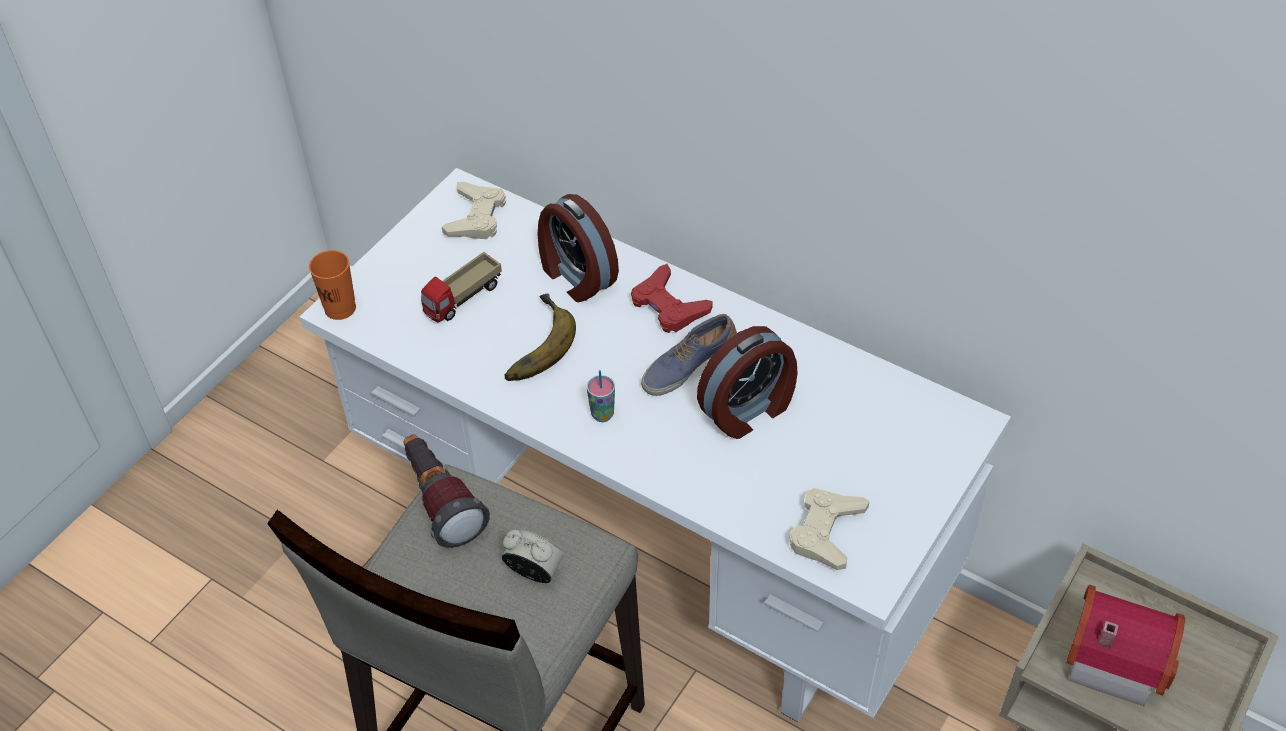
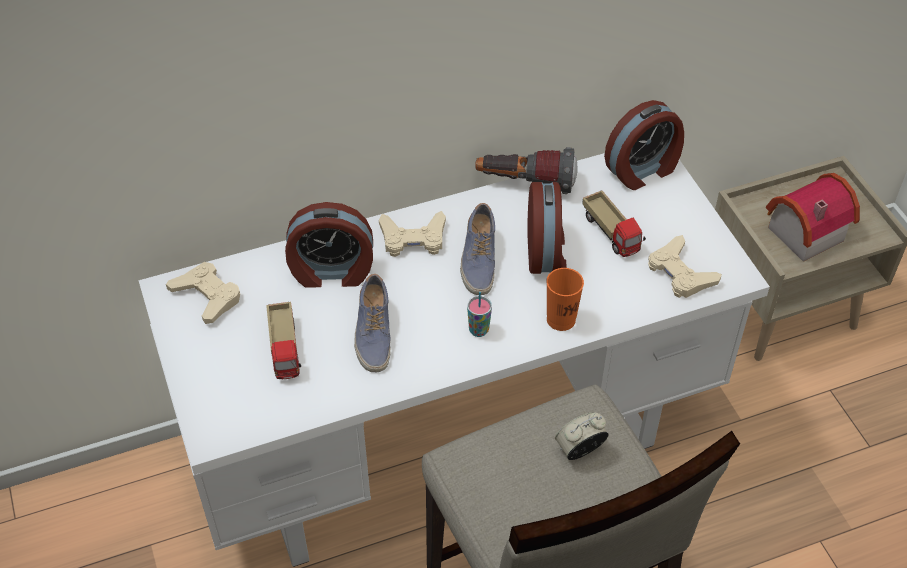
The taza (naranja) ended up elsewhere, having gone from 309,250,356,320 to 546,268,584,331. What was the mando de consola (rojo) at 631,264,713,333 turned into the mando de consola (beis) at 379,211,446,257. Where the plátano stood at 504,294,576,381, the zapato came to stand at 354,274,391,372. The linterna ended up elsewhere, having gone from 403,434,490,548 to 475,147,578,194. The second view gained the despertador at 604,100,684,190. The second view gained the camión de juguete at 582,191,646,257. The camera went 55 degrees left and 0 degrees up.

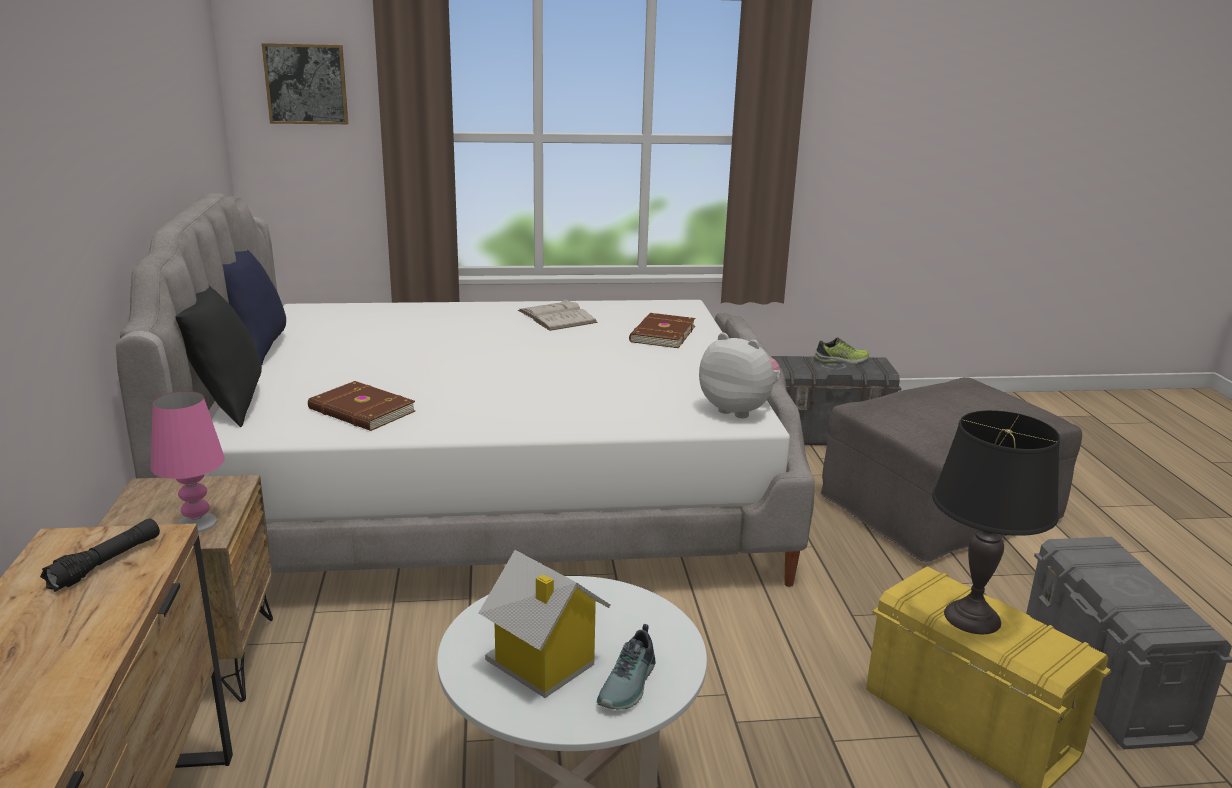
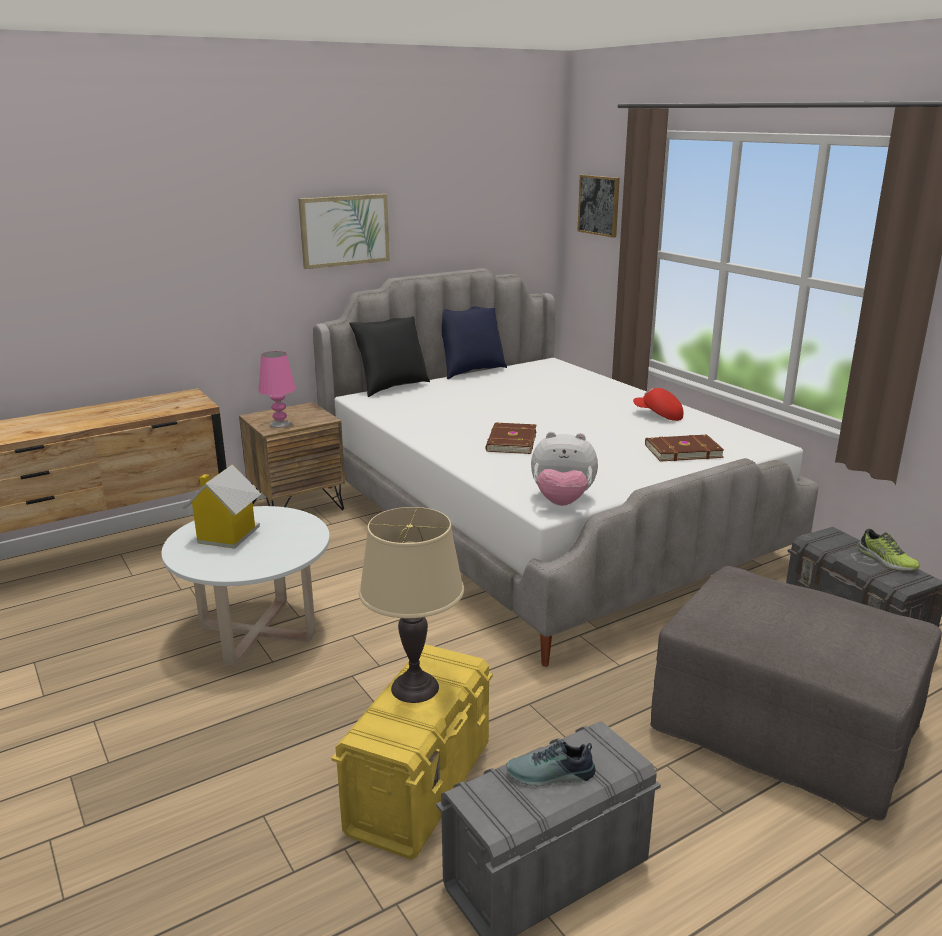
Where the libro (blanco) stood at 518,298,598,331, the gorra (rojo) came to stand at 633,388,684,421. The peluche at 699,333,781,418 ended up facing another way, 90 degrees clockwise from before. The libro (marrón) ended up elsewhere, having gone from 308,381,415,431 to 486,423,537,454. What was the lámpara de mesa (negro) at 932,410,1060,634 turned into the lámpara de mesa (beis) at 359,507,464,703. The second view lost the linterna (negro) at 40,518,160,592. The zapato ended up elsewhere, having gone from 597,624,655,709 to 506,740,596,786. The second view gained the cuadro at 298,194,390,269. The camera went 65 degrees right and 0 degrees up.

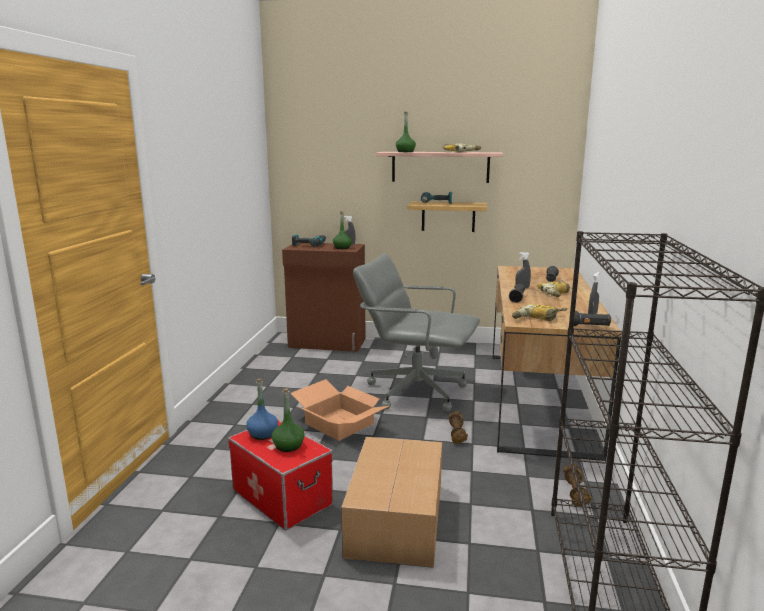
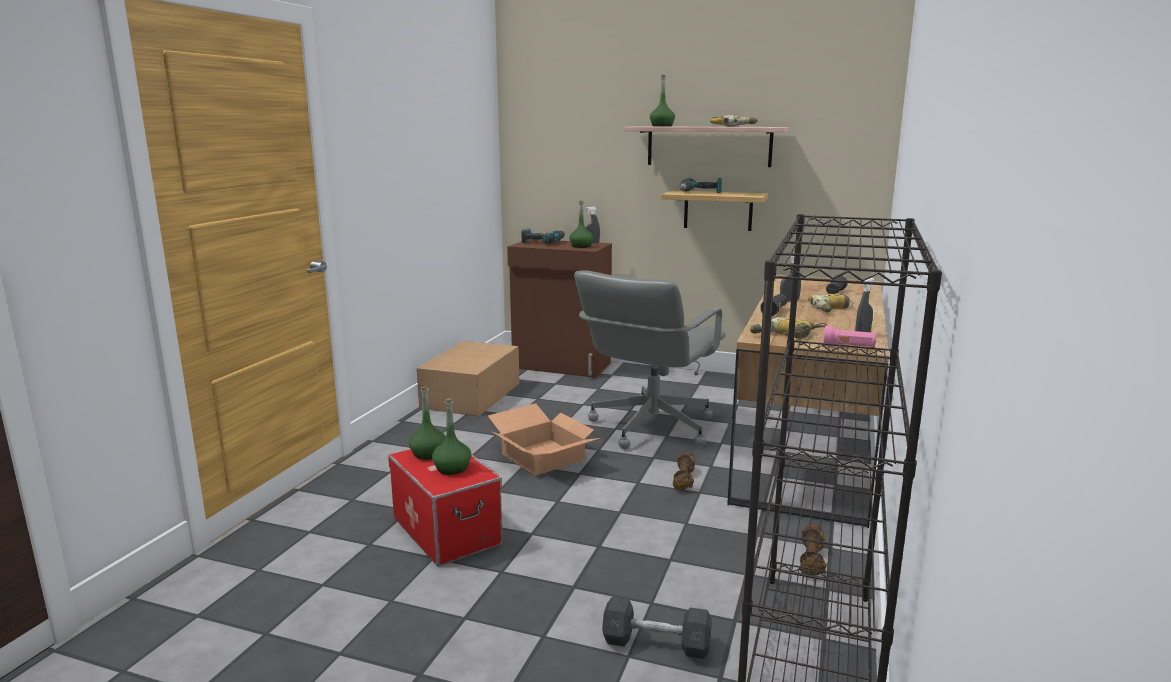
The silla de oficina (gris) at 353,254,480,412 ended up facing another way, 90 degrees counterclockwise from before. What was the linterna (negro) at 574,311,611,326 turned into the linterna (rosa) at 823,325,876,348. What was the botella (azul) at 246,379,278,440 turned into the botella (verde) at 409,387,446,460. The caja de cartón ended up elsewhere, having gone from 341,437,442,568 to 417,341,519,416. The second view gained the mancuerna (gris) at 602,596,712,659. The camera went 10 degrees right and 0 degrees up.

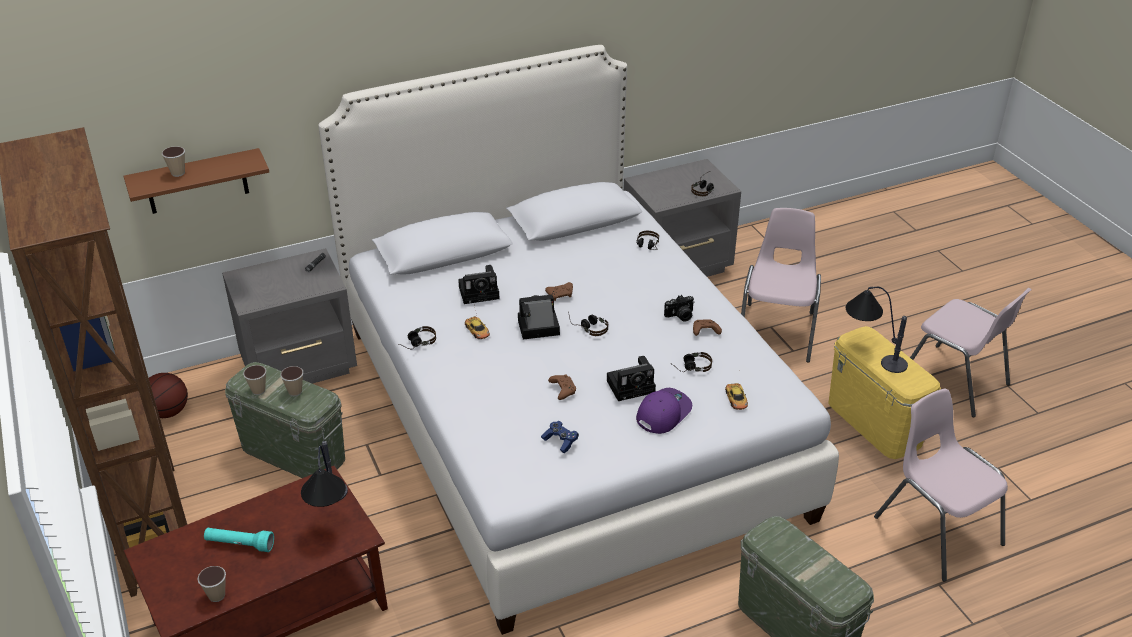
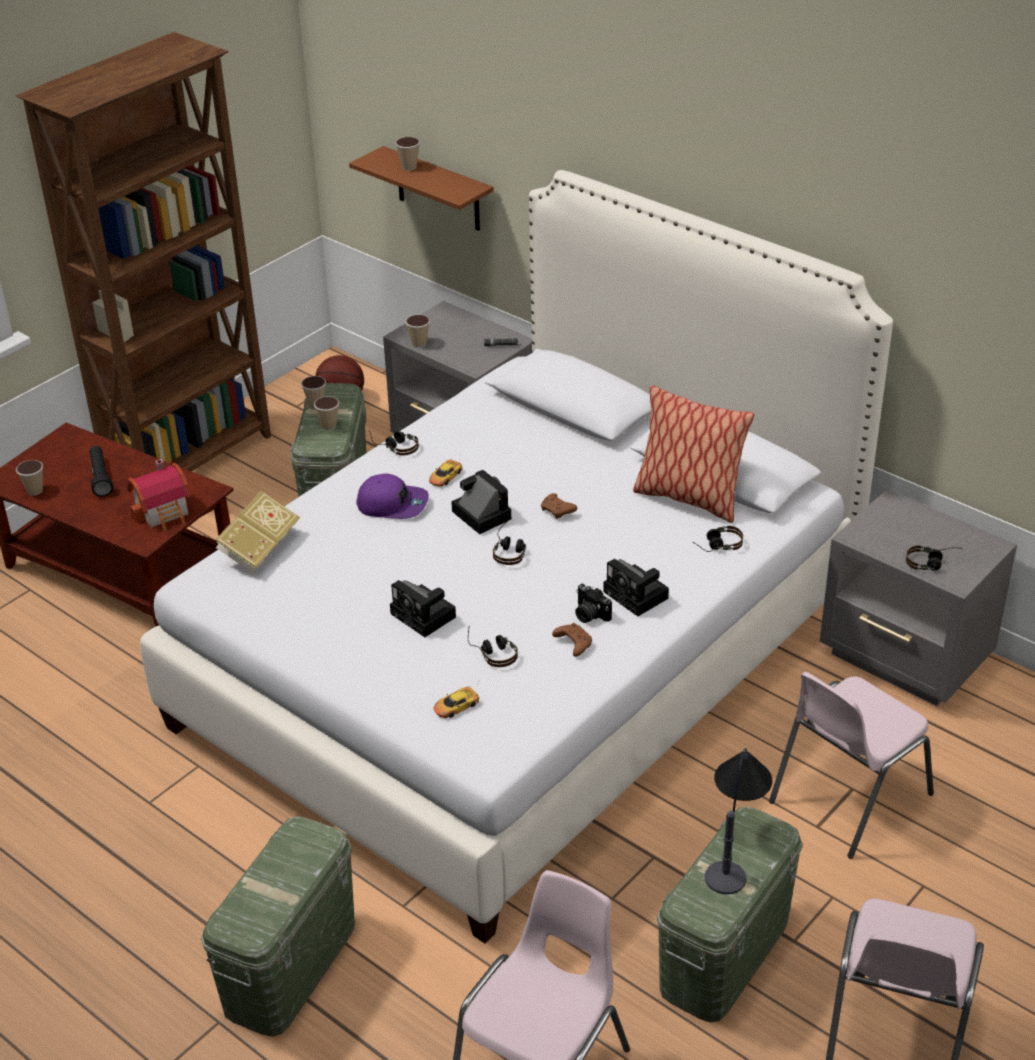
The silla (rosa) at 741,208,821,362 ended up facing another way, 150 degrees clockwise from before. The cámara ended up elsewhere, having gone from 458,265,500,304 to 603,559,669,617. What was the caja de almacenaje (amarillo) at 828,326,941,459 turned into the caja de almacenaje (verde) at 657,807,803,1023. The second view lost the mando de consola (marrón) at 548,374,576,400. The gorra (morado) ended up elsewhere, having gone from 636,388,692,434 to 356,473,429,519. The second view lost the mando de consola (azul) at 541,421,579,453. Where the lámpara de mesa stood at 301,441,348,507, the casita came to stand at 126,459,191,531. What was the linterna (turquesa) at 204,528,274,552 turned into the linterna (negro) at 89,446,113,497. The second view gained the taza at 405,315,430,348. The second view gained the cojín at 633,385,754,523. The second view gained the libro at 215,491,300,573. The camera went 65 degrees right and 0 degrees up.

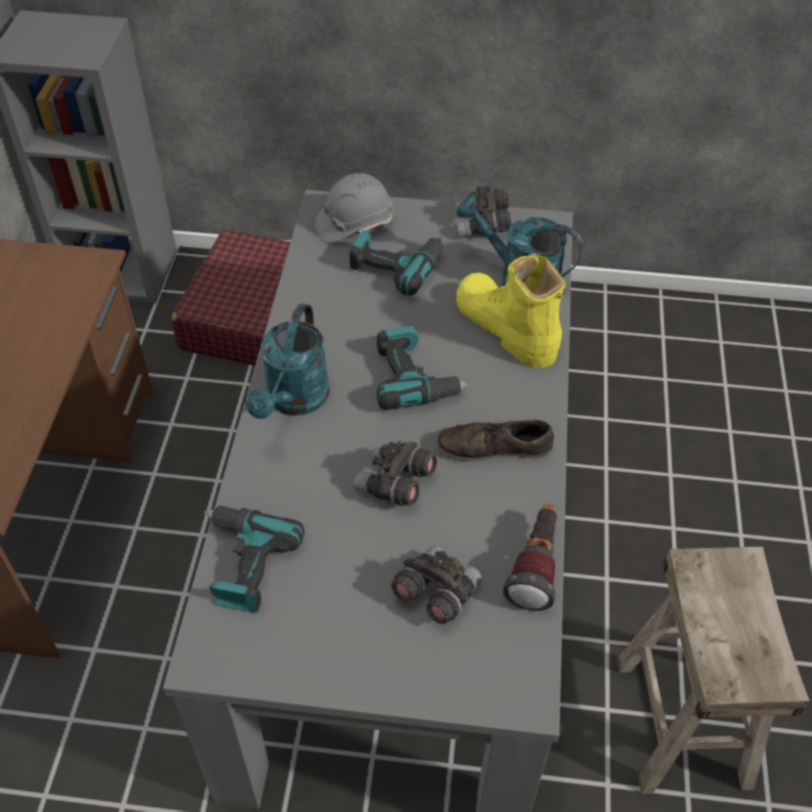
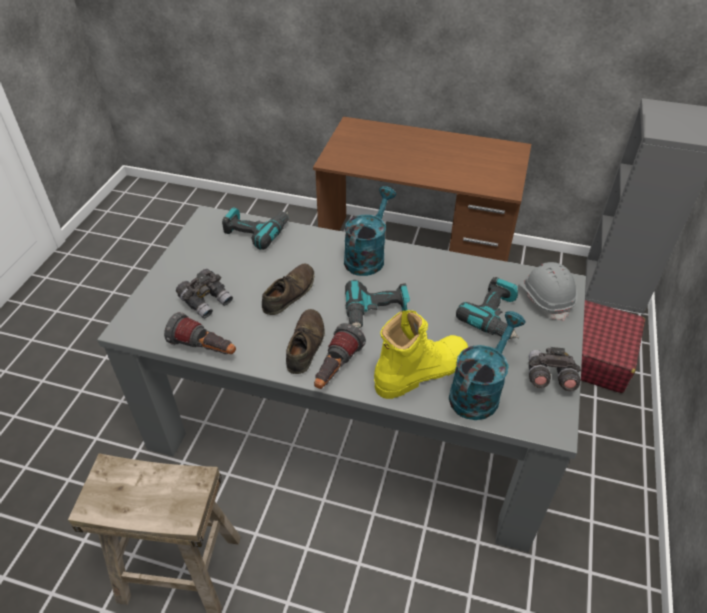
The regadera (turquesa) at 245,303,330,419 ended up facing another way, 90 degrees clockwise from before. Where the prismáticos (gris) stood at 354,441,437,506, the zapato (marrón) came to stand at 262,264,314,315. The second view gained the linterna at 314,323,366,389. The camera went 100 degrees right and 5 degrees down.

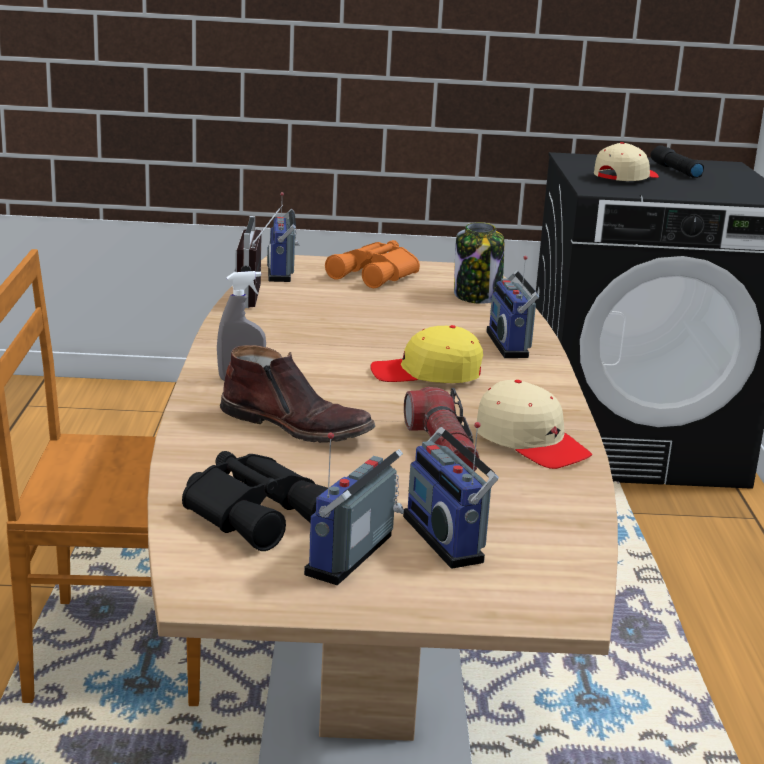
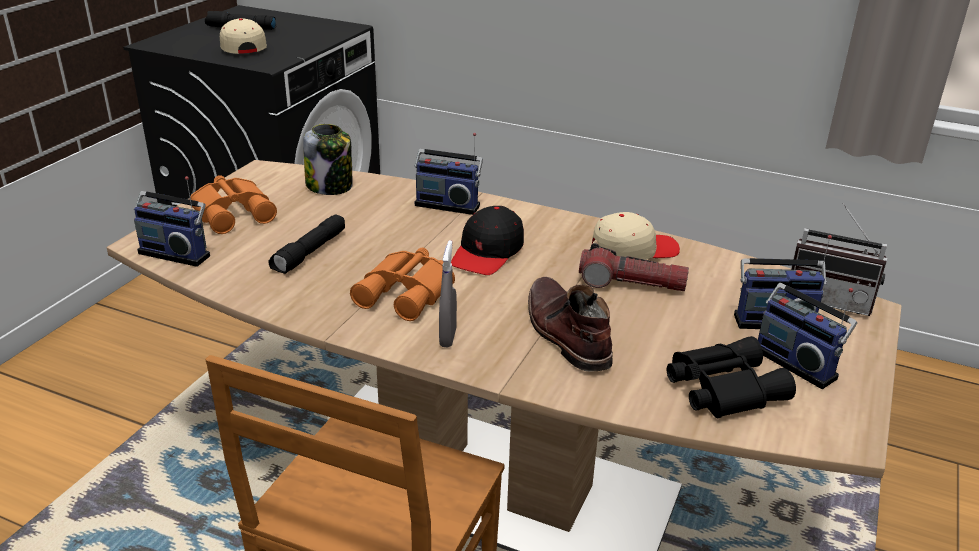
The radio ended up elsewhere, having gone from 234,205,283,308 to 791,203,887,316. What was the gorra (amarillo) at 370,325,483,383 turned into the gorra (negro) at 451,206,524,275. The bota (marrón) at 220,345,375,443 ended up facing another way, 75 degrees counterclockwise from before. The second view gained the linterna (negro) at 268,215,345,274. The second view gained the prismáticos (naranja) at 350,248,455,321. The camera went 65 degrees left and 10 degrees up.

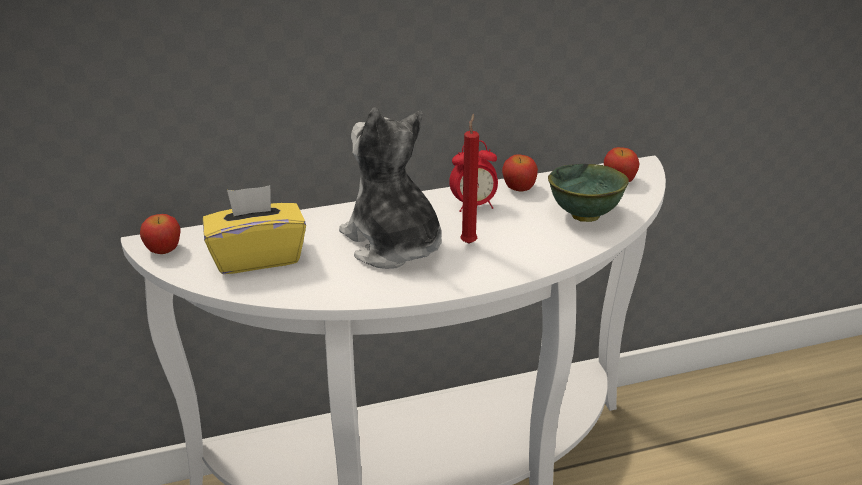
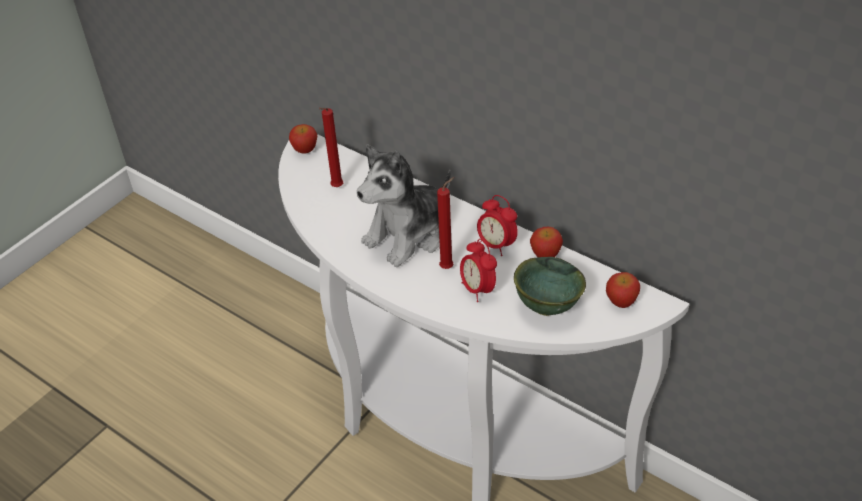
The peluche at 339,108,442,269 ended up facing another way, 150 degrees counterclockwise from before. Where the caja de pañuelos (amarillo) stood at 203,185,306,274, the vela (rojo) came to stand at 319,108,343,187. The second view gained the despertador at 460,239,497,302. The camera went 55 degrees right and 10 degrees up.

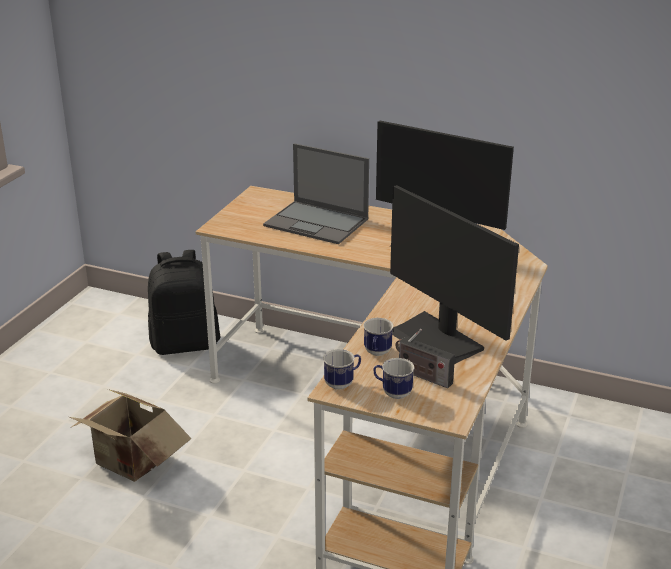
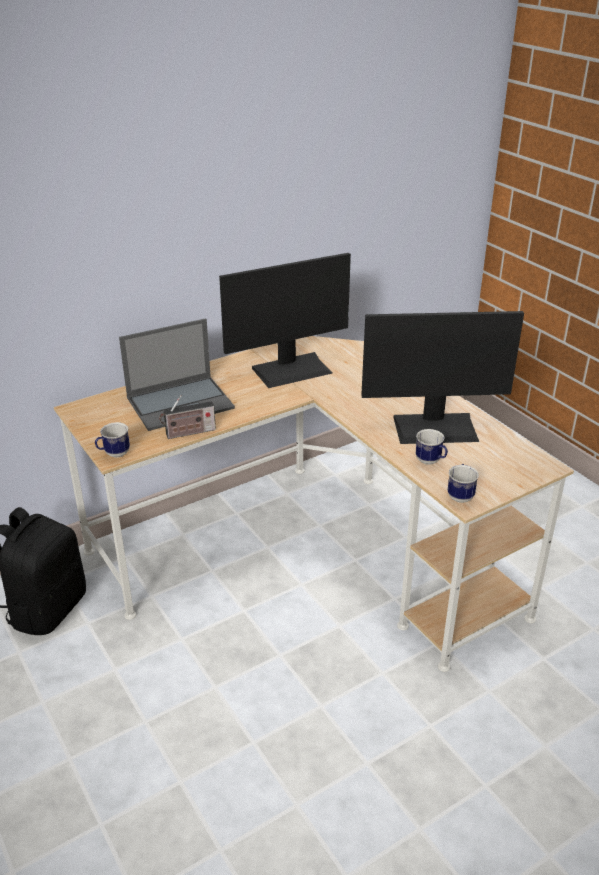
The radio ended up elsewhere, having gone from 395,329,455,388 to 159,395,216,439. The taza grande ended up elsewhere, having gone from 373,358,415,399 to 95,422,130,458. The second view lost the caja de cartón at 70,389,192,482. The camera went 55 degrees left and 5 degrees up.

